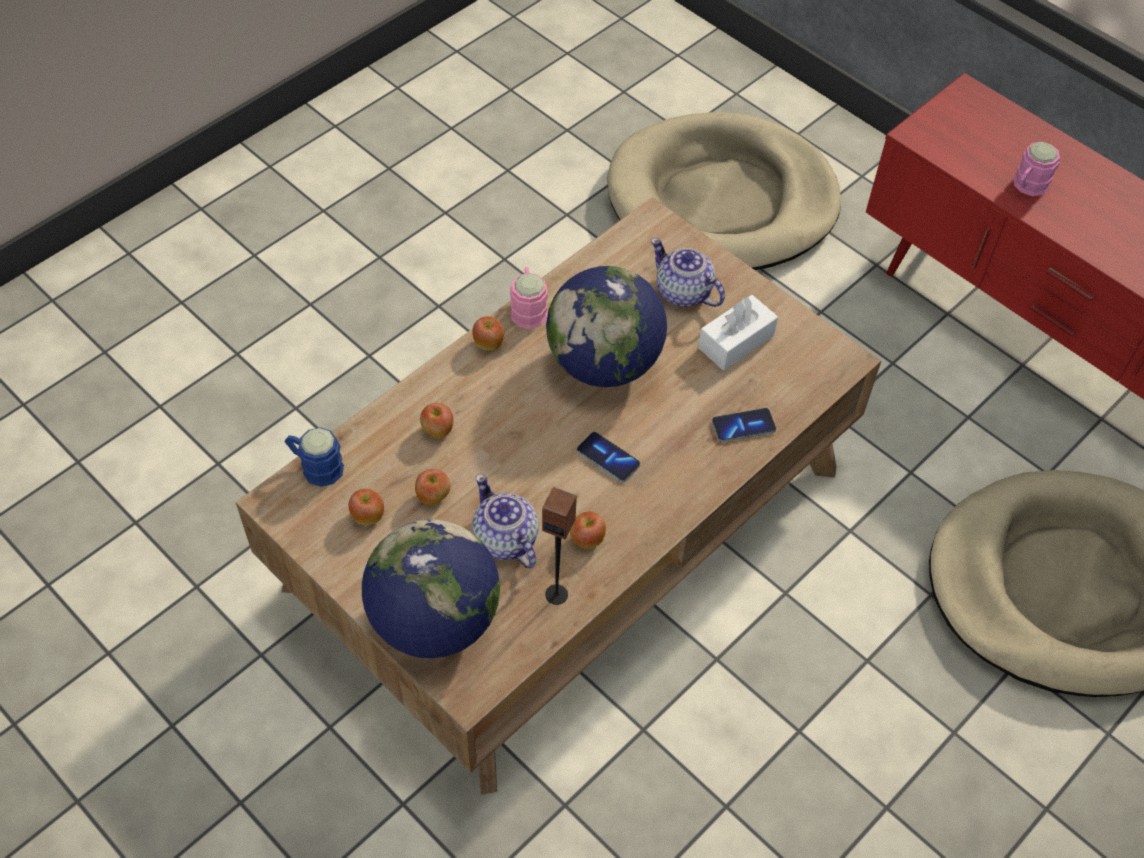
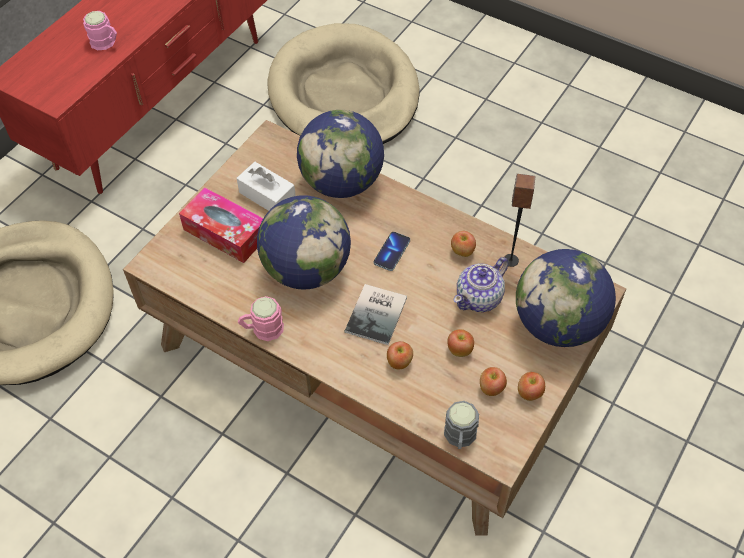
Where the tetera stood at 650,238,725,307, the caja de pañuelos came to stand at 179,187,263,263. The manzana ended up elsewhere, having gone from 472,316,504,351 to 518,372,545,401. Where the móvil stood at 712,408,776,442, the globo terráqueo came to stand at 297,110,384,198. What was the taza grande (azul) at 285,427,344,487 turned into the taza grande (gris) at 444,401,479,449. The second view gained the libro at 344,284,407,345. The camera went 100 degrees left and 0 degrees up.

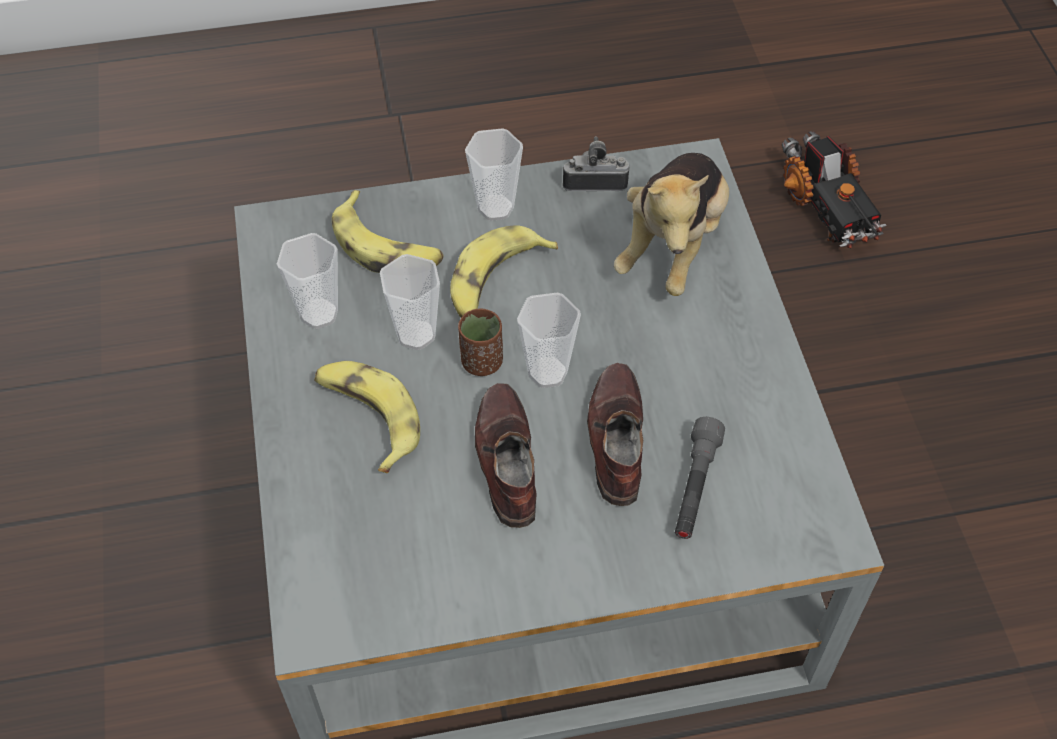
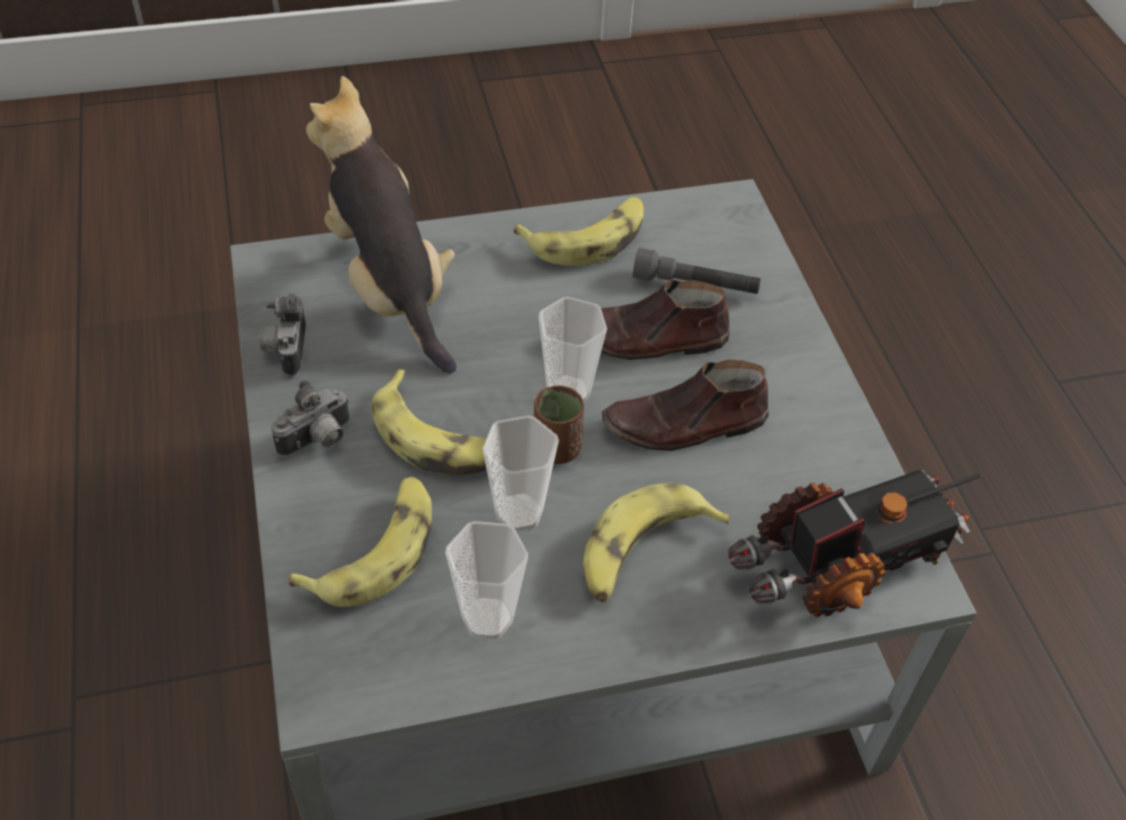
Where the taza stood at 465,128,523,221, the cámara came to stand at 271,379,350,457. The camión de juguete ended up elsewhere, having gone from 782,131,887,248 to 728,470,980,617. The peluche at 614,153,729,296 ended up facing another way, 135 degrees counterclockwise from before. The second view gained the plátano at 514,197,644,266. The camera went 95 degrees left and 5 degrees down.

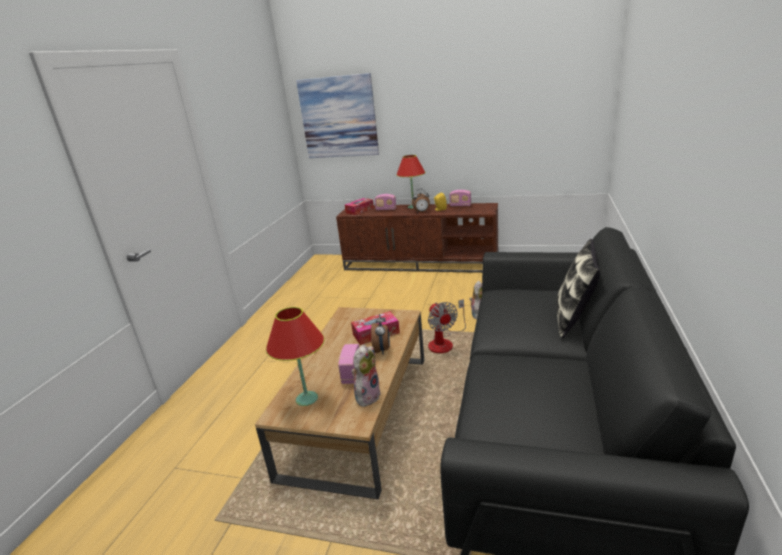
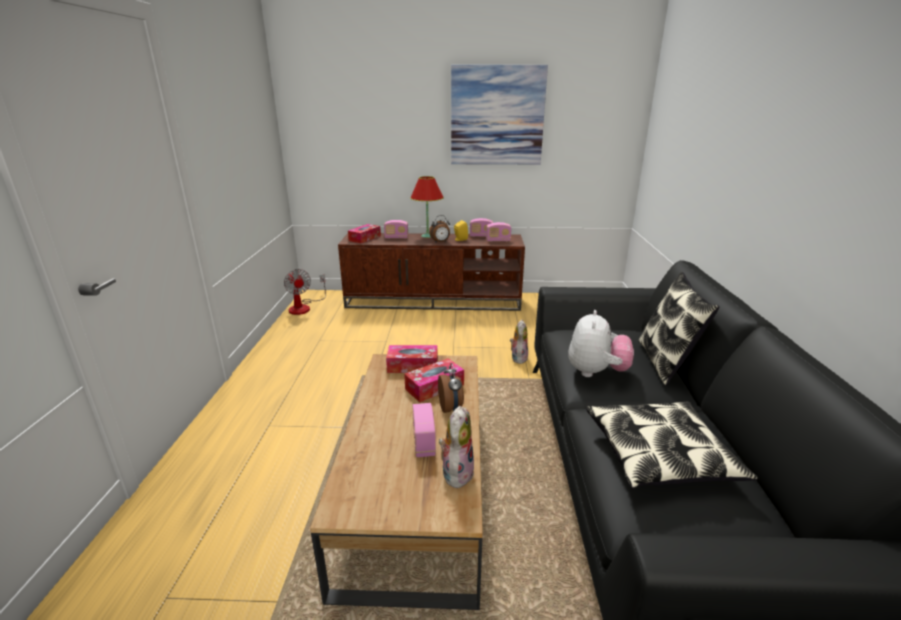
The cuadro ended up elsewhere, having gone from 296,73,379,158 to 451,65,548,165. The ventilador ended up elsewhere, having gone from 428,299,466,353 to 284,269,326,315. The second view lost the lámpara de mesa (rojo) at 266,307,325,406. The second view gained the radio at 486,222,511,242. The second view gained the peluche at 568,310,634,377. The second view gained the caja de pañuelos at 386,345,438,373. The second view gained the cojín at 586,402,758,489. The camera went 15 degrees left and 0 degrees up.

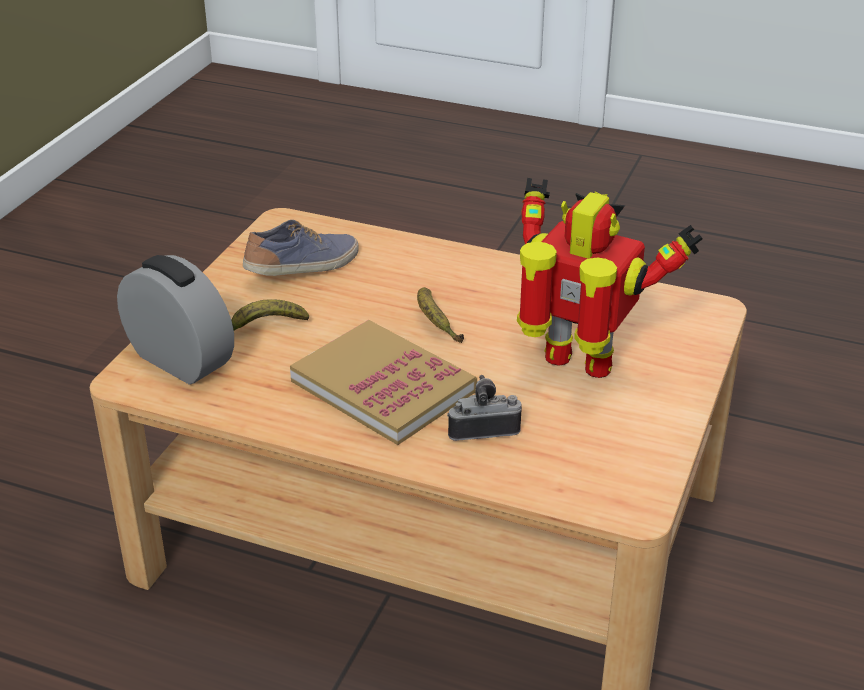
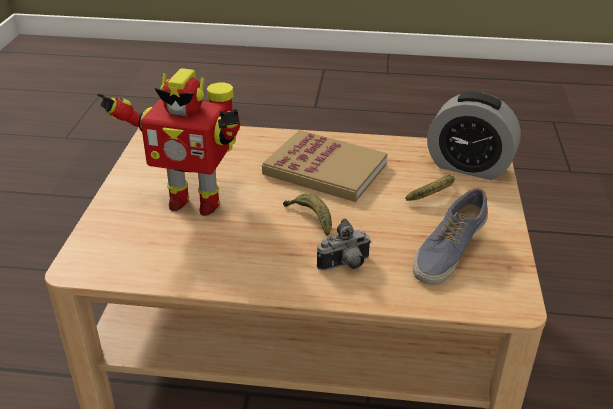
The cámara ended up elsewhere, having gone from 447,375,522,441 to 317,218,371,271. The camera went 165 degrees right and 0 degrees up.

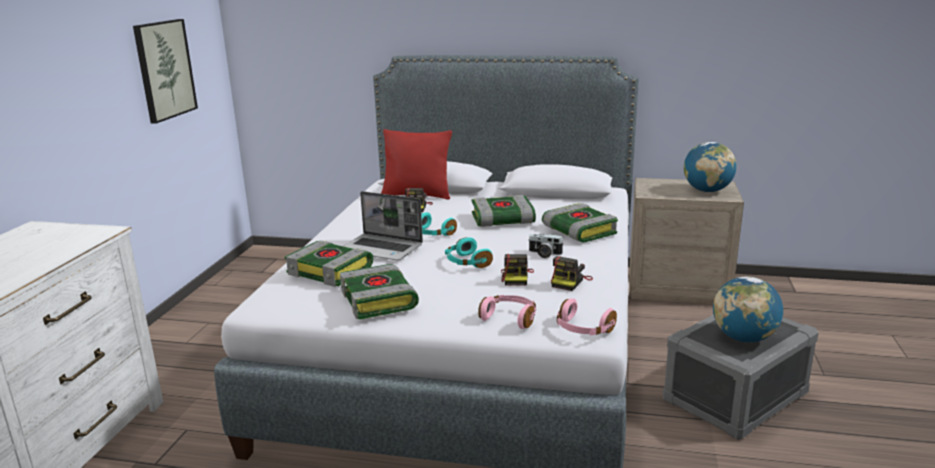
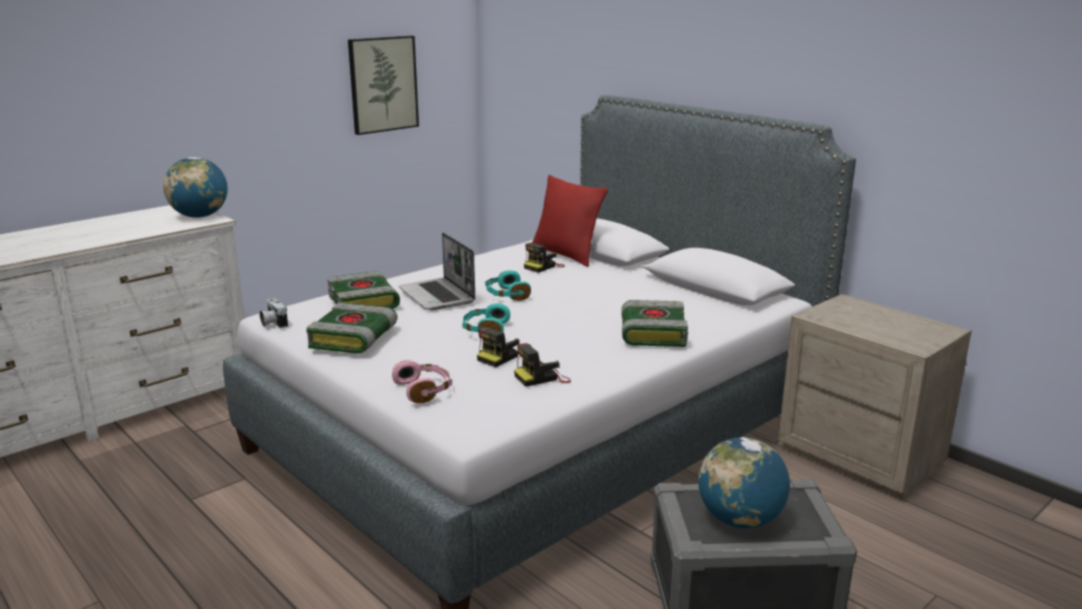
The globo terráqueo ended up elsewhere, having gone from 684,142,737,192 to 163,157,228,218. The second view lost the libro at 472,195,536,227. The cámara ended up elsewhere, having gone from 528,234,564,258 to 260,298,288,328. The second view lost the auriculares (rosa) at 557,298,617,335. The camera went 35 degrees right and 0 degrees up.

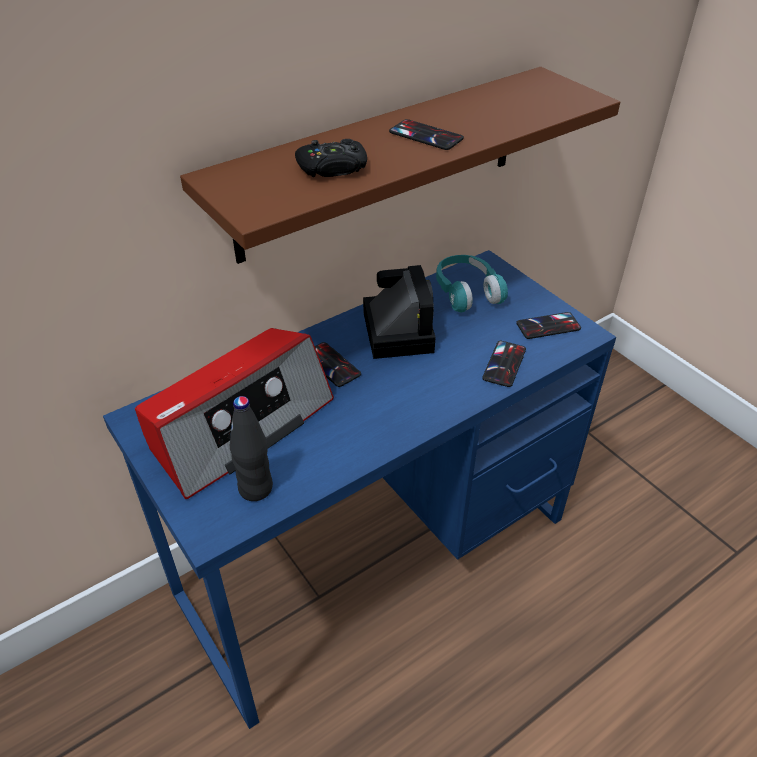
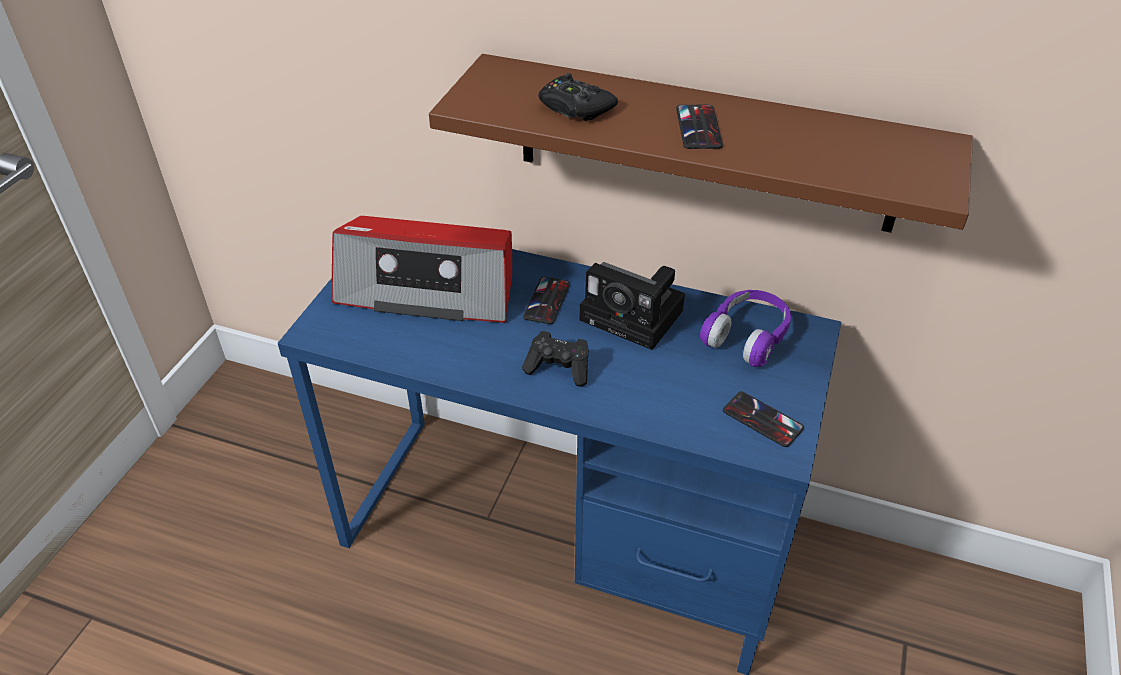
What was the auriculares (turquesa) at 436,255,508,312 turned into the auriculares (morado) at 700,290,791,367. The cámara at 363,265,436,359 ended up facing another way, 75 degrees clockwise from before. The second view lost the móvil at 482,341,526,387. The second view lost the botella (negro) at 230,396,273,501. The second view gained the mando de consola (negro) at 522,331,589,387. The camera went 55 degrees right and 0 degrees up.

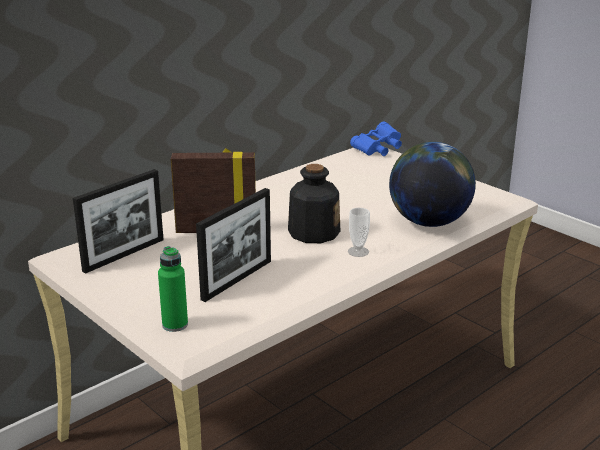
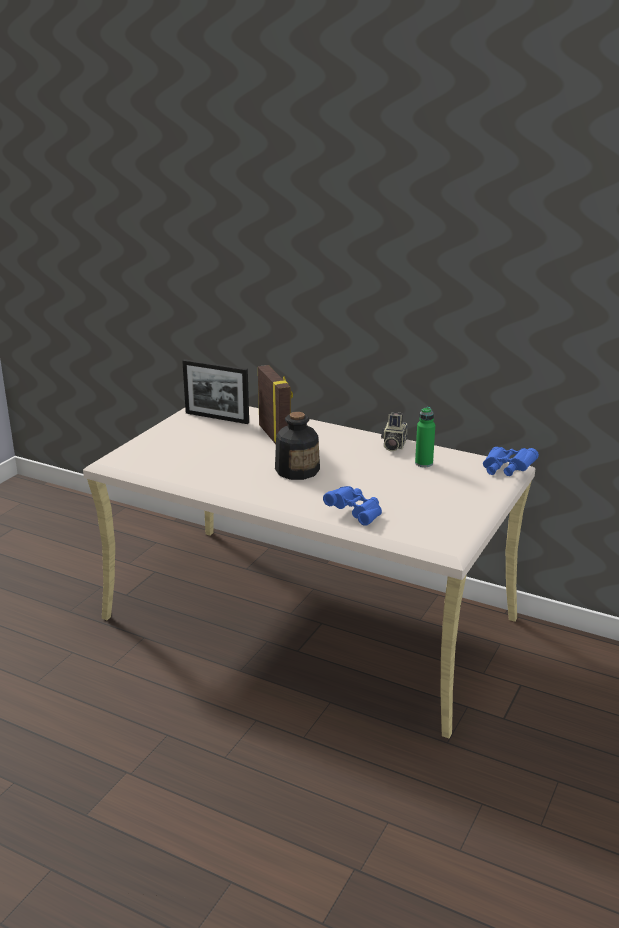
Where the globo terráqueo stood at 389,142,476,227, the prismáticos (azul) came to stand at 323,486,382,526. The second view lost the portarretratos at 196,188,271,302. The second view lost the taza at 348,208,370,257. The botella (verde) ended up elsewhere, having gone from 158,246,188,332 to 415,407,435,467. The second view gained the cámara at 381,412,408,451. The camera went 70 degrees right and 0 degrees up.

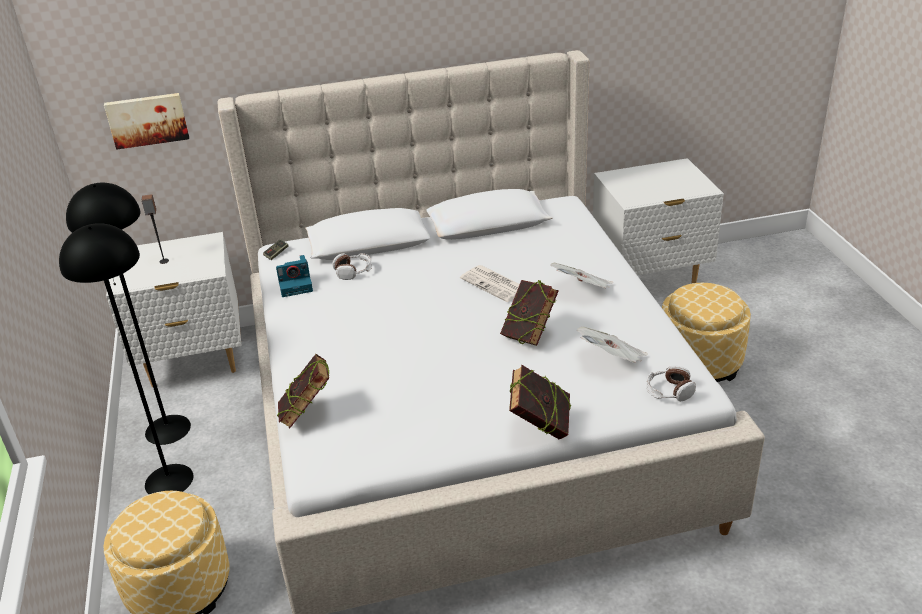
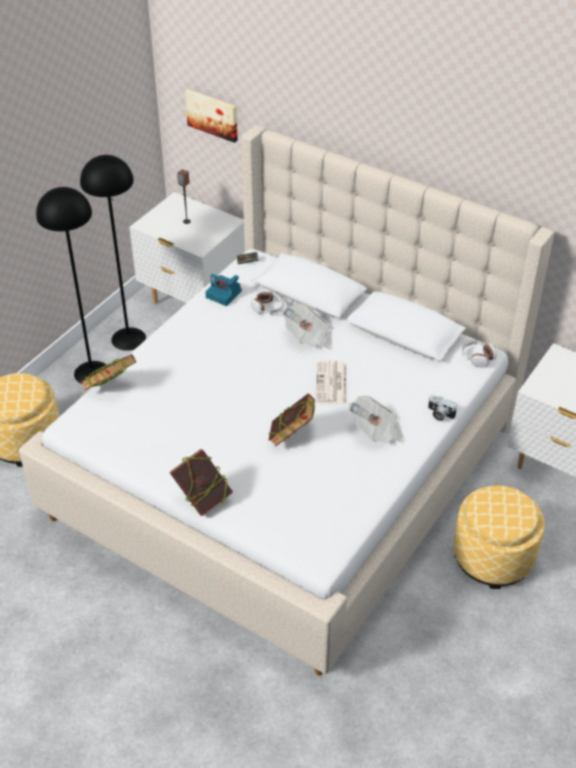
The periódico ended up elsewhere, having gone from 577,327,648,363 to 282,304,332,349. The auriculares ended up elsewhere, having gone from 646,365,696,402 to 461,339,497,368. The second view gained the cámara at 428,395,457,421. The camera went 45 degrees right and 10 degrees up.

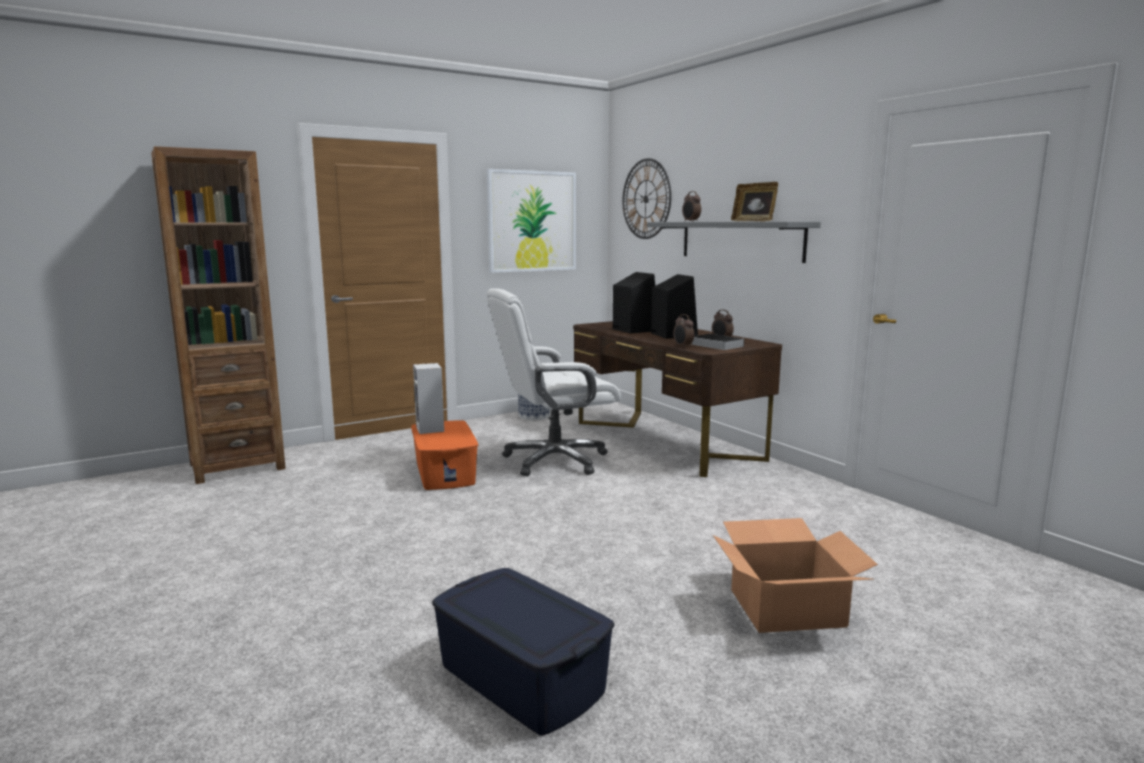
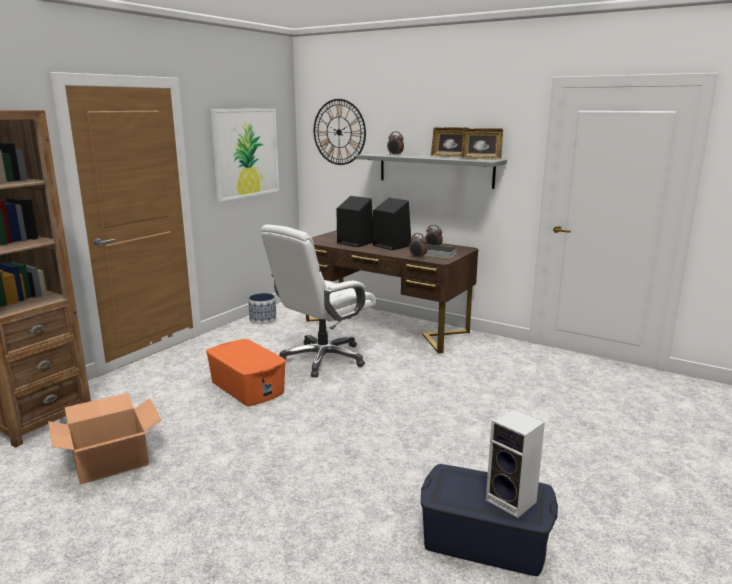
The altavoz ended up elsewhere, having gone from 413,363,444,434 to 486,408,545,518. The caja de cartón ended up elsewhere, having gone from 713,518,878,633 to 48,393,161,485. The second view gained the portarretratos at 461,128,503,160. The camera went 25 degrees left and 5 degrees up.

